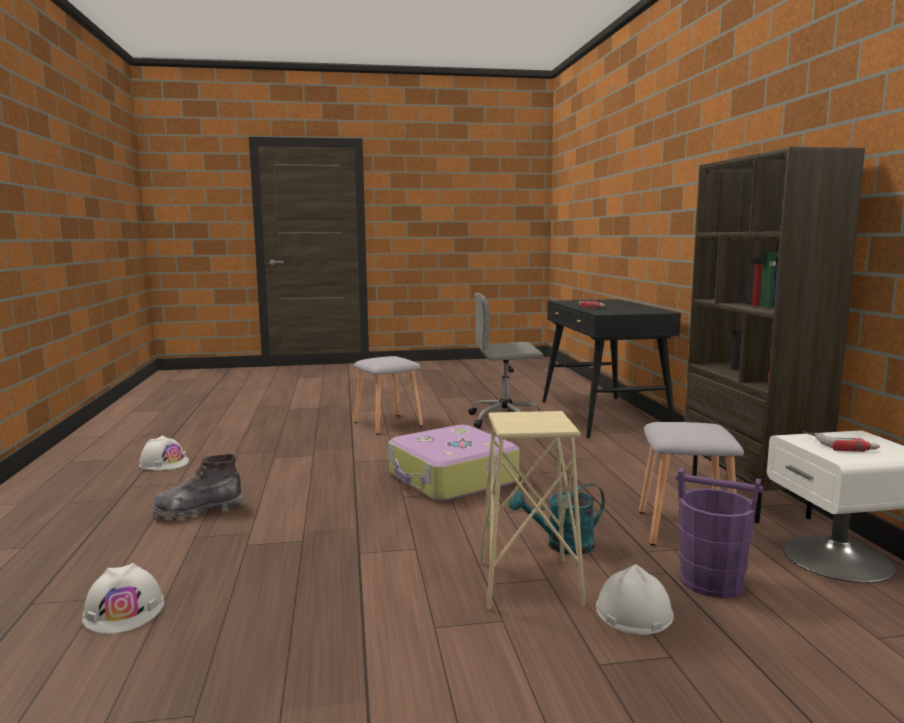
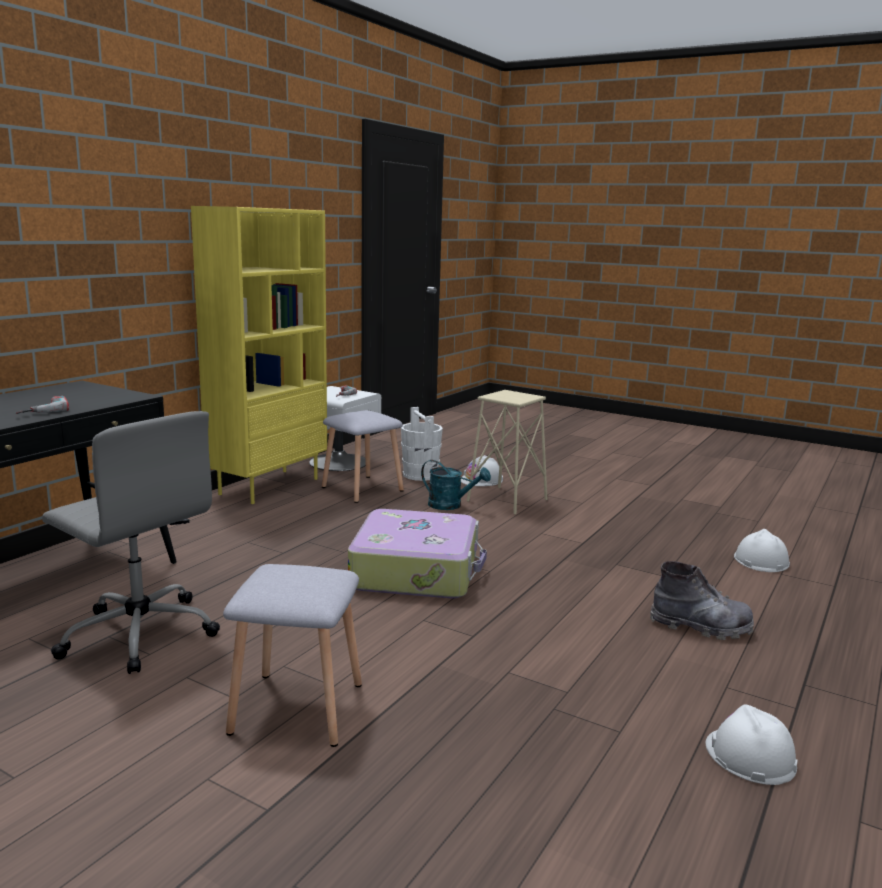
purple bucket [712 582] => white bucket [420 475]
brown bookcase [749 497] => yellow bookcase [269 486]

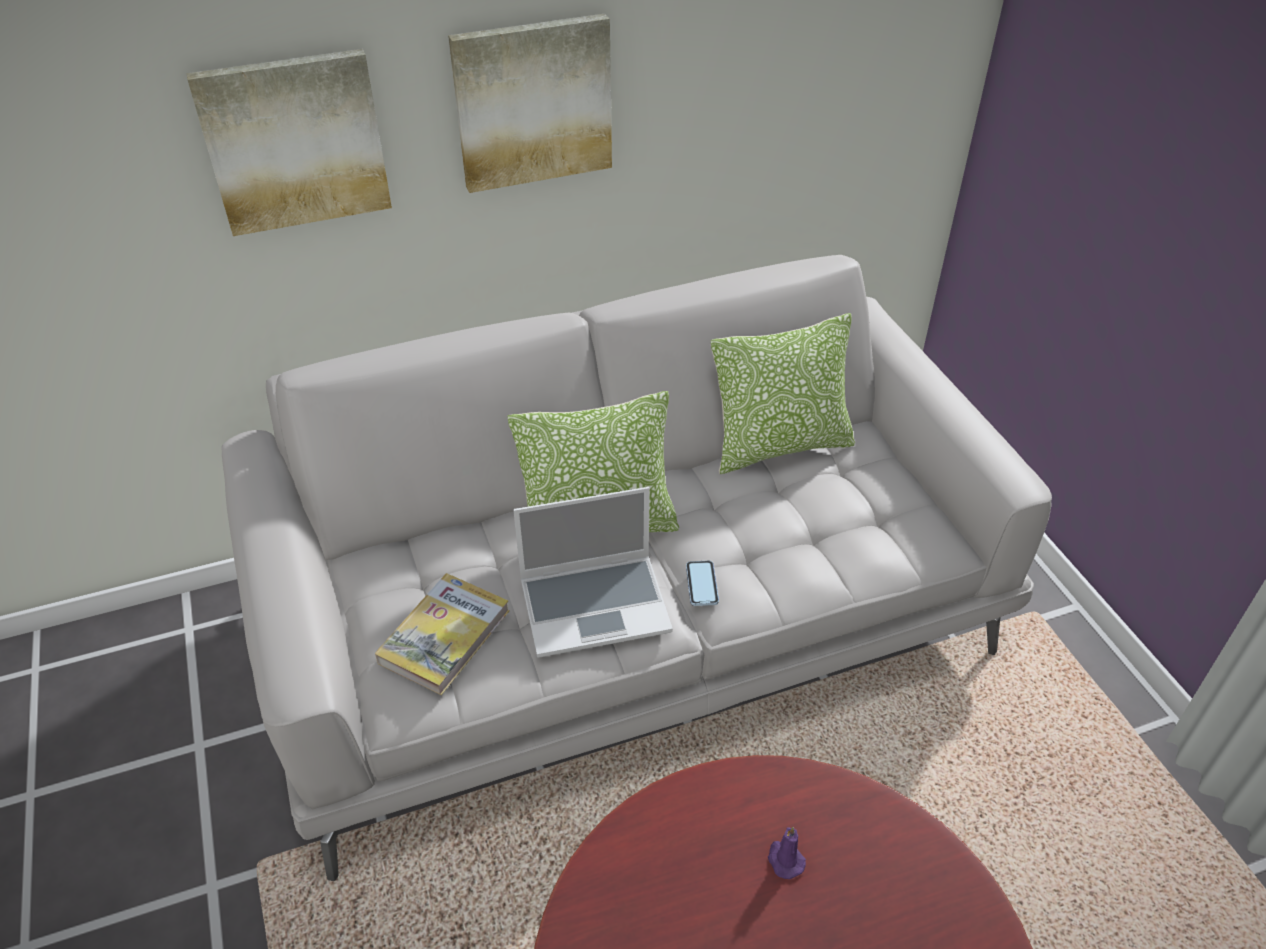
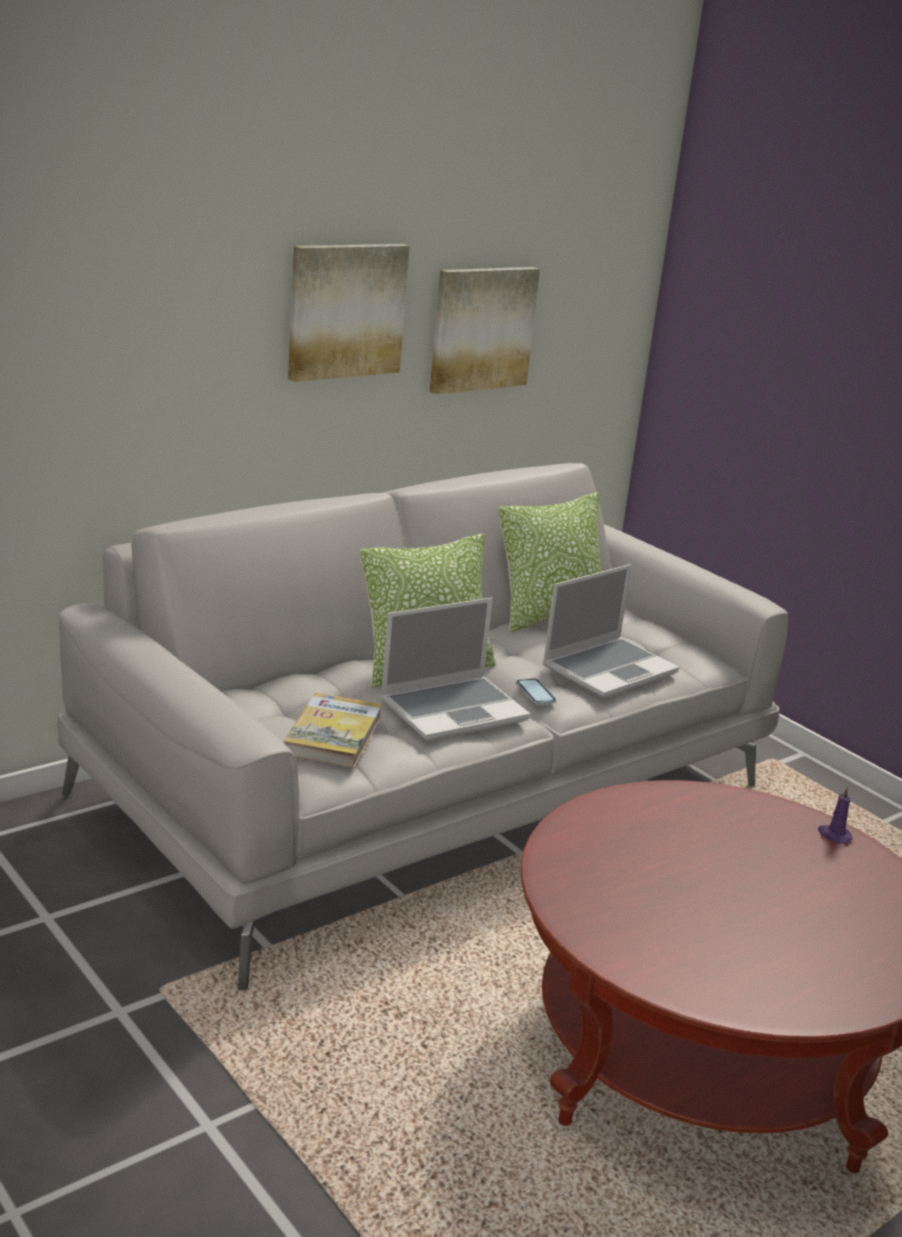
nothing => laptop [609 669]
picture [294 141] => picture [481 328], moved
purple candle [784 859] => purple candle [833 835], moved

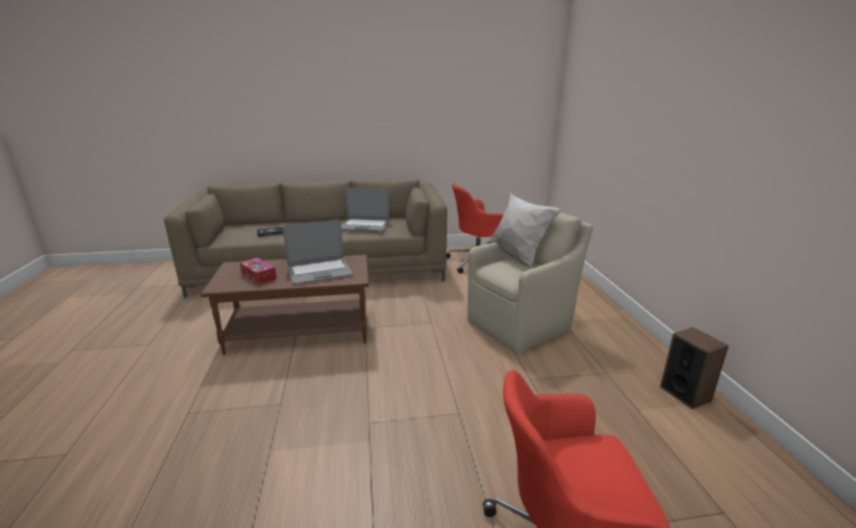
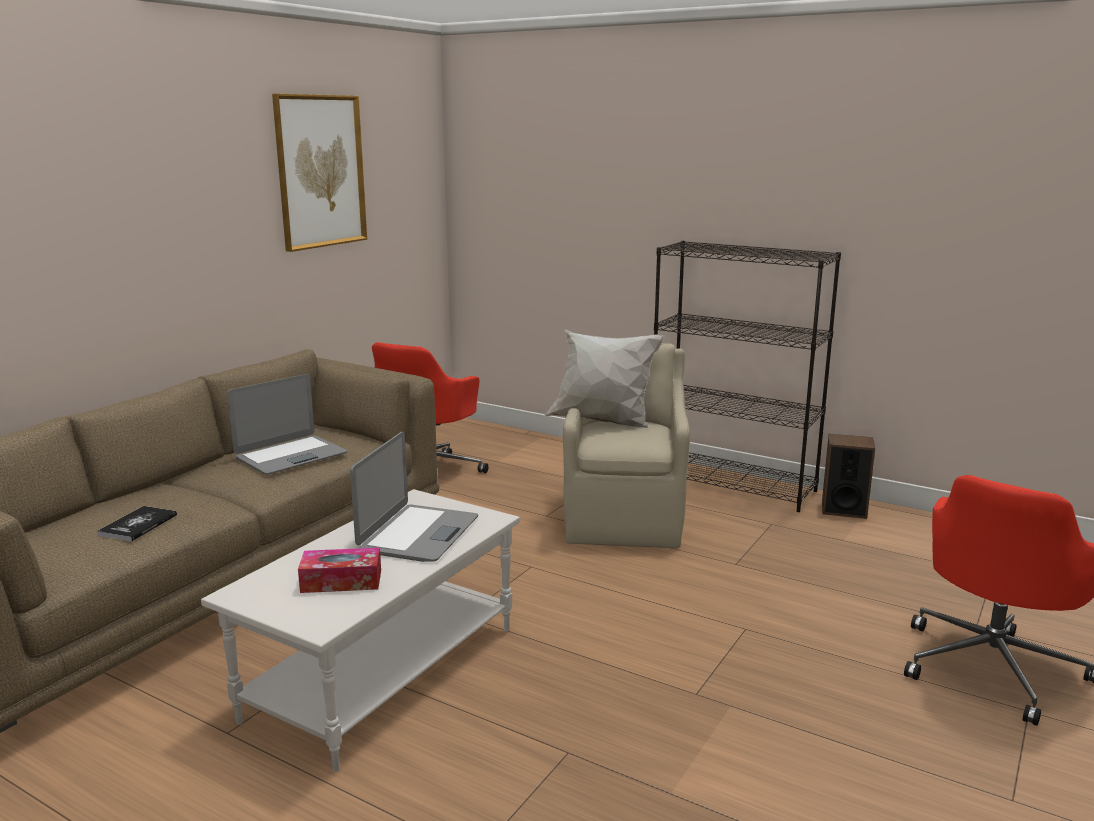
nothing => picture [320 171]
nothing => black bookcase [732 485]
brown coffee table [300 331] => white coffee table [382 672]

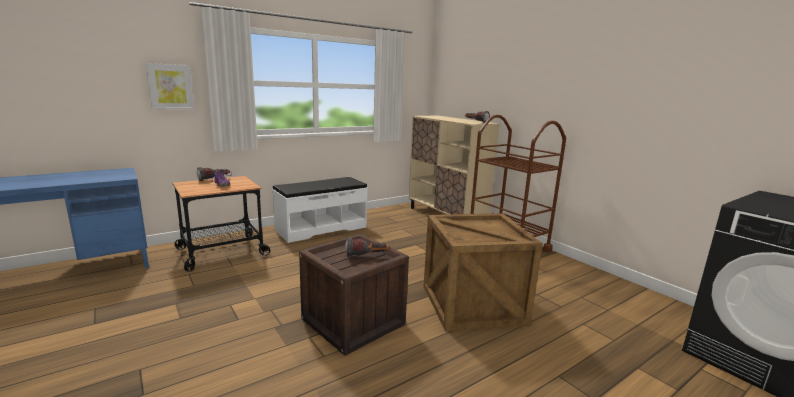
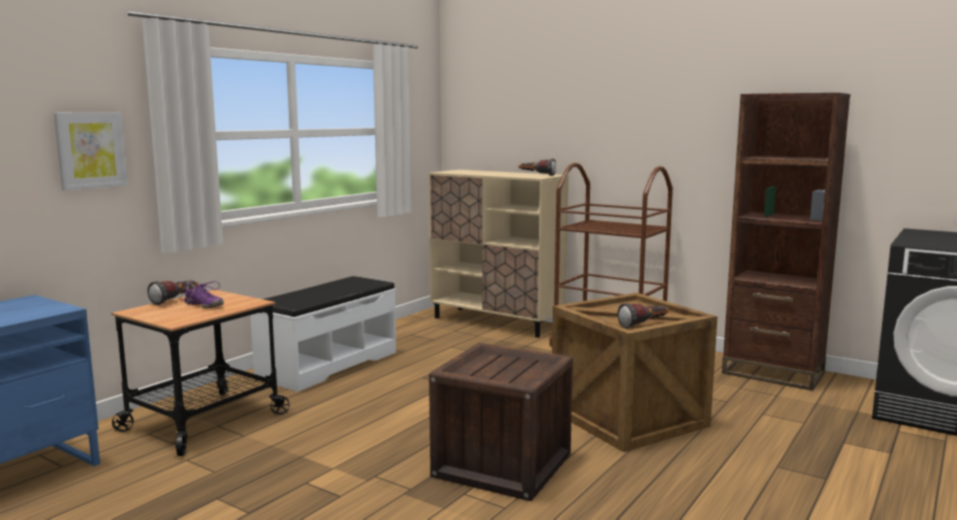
nothing => brown bookcase [773 373]
flashlight [367 256] => flashlight [644 325], moved

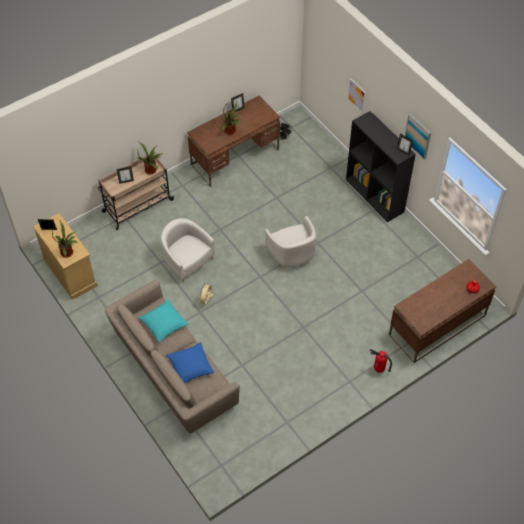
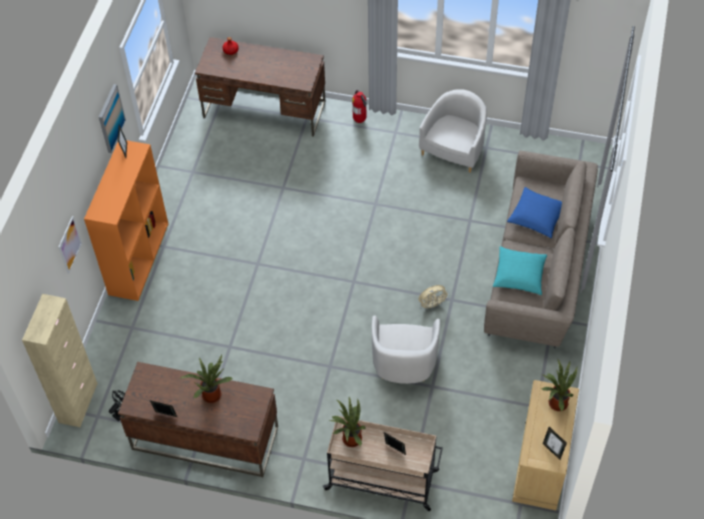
nothing => beige cabinet [78 403]
white armchair [292 254] => white armchair [454 148], moved
black bookcase [375 195] => orange bookcase [138 258]

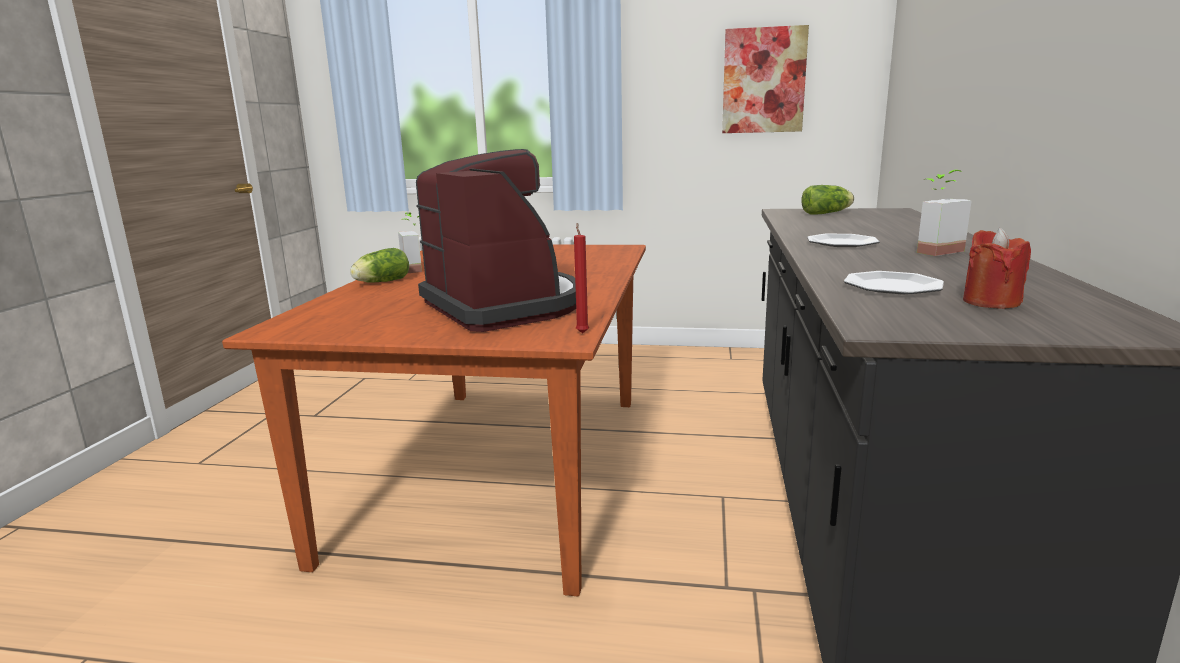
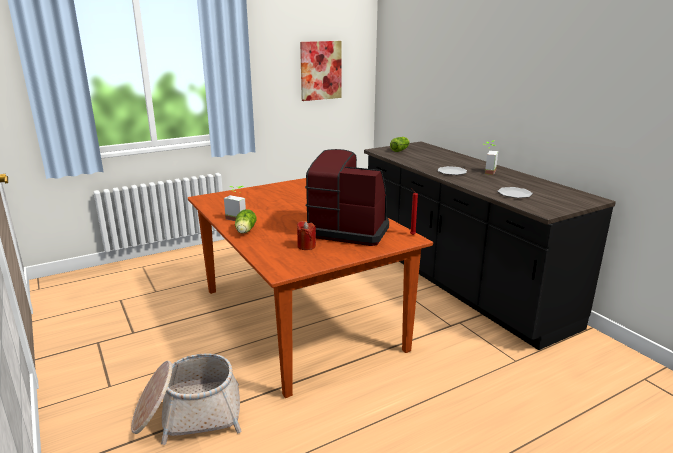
nothing => basket [189 414]
red candle [991 302] => red candle [306 246], moved

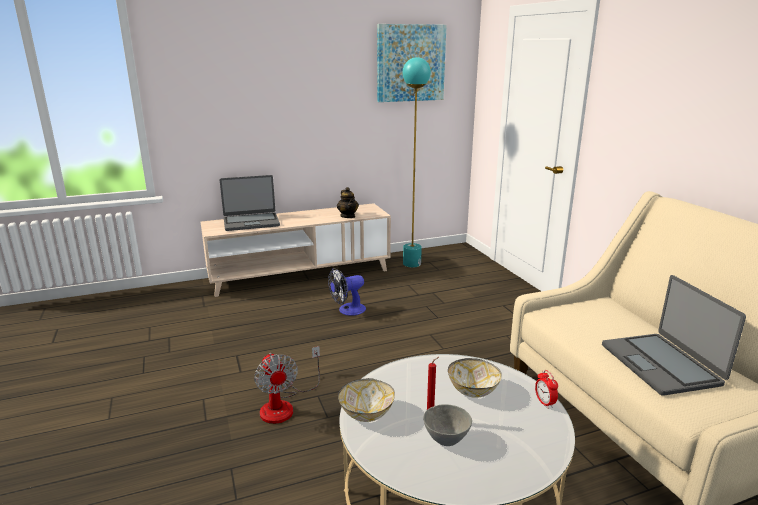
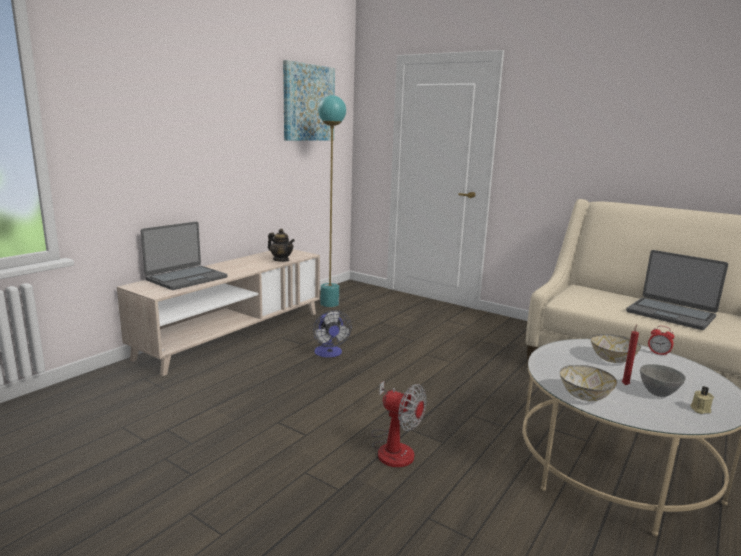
nothing => beige candle [699 409]
fan [347 310] => fan [329 353], 45 degrees counterclockwise

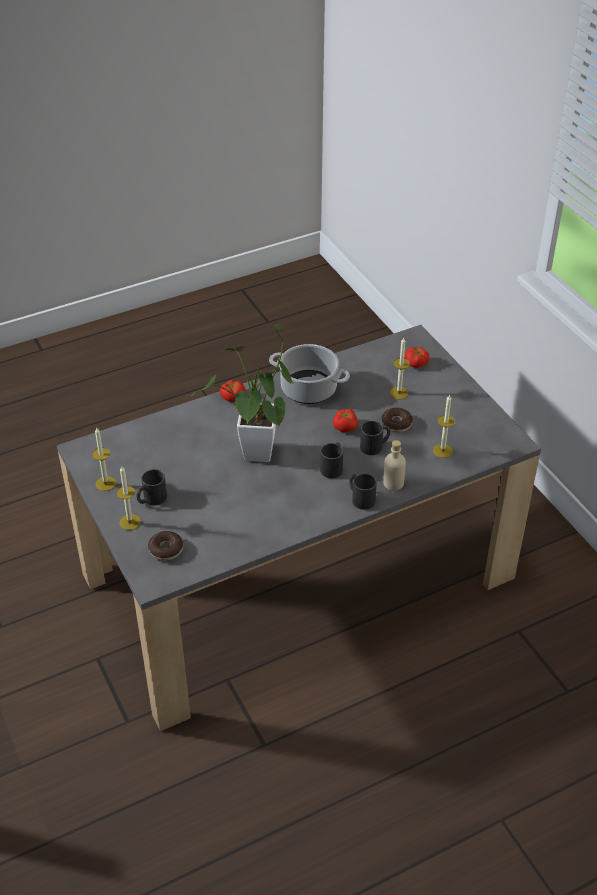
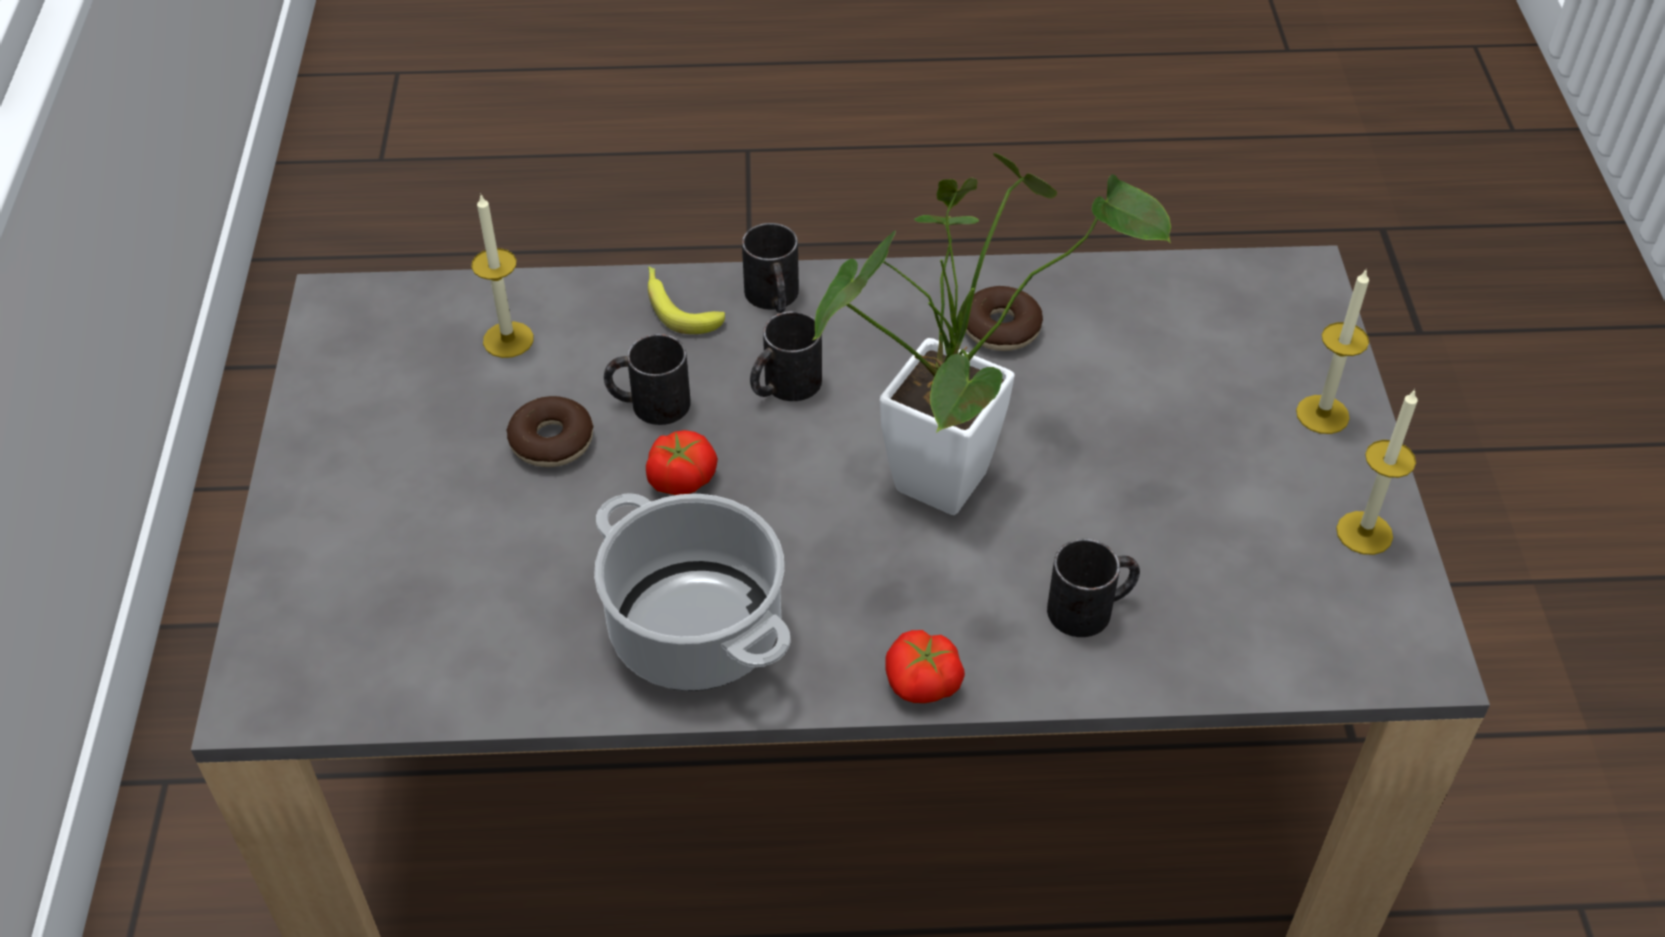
candle [399 393] => nothing
tomato [416 364] => nothing
black mug [151 499] => black mug [1092 607], moved
donut [166 549] => donut [1001 328], moved
beige bottle [393 483] => banana [678 306]

